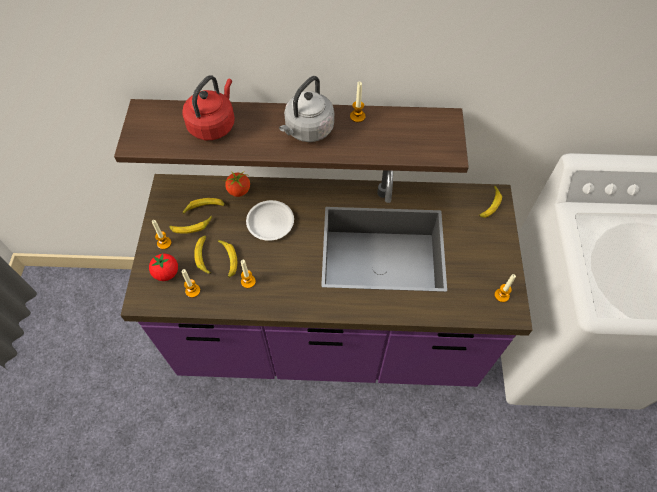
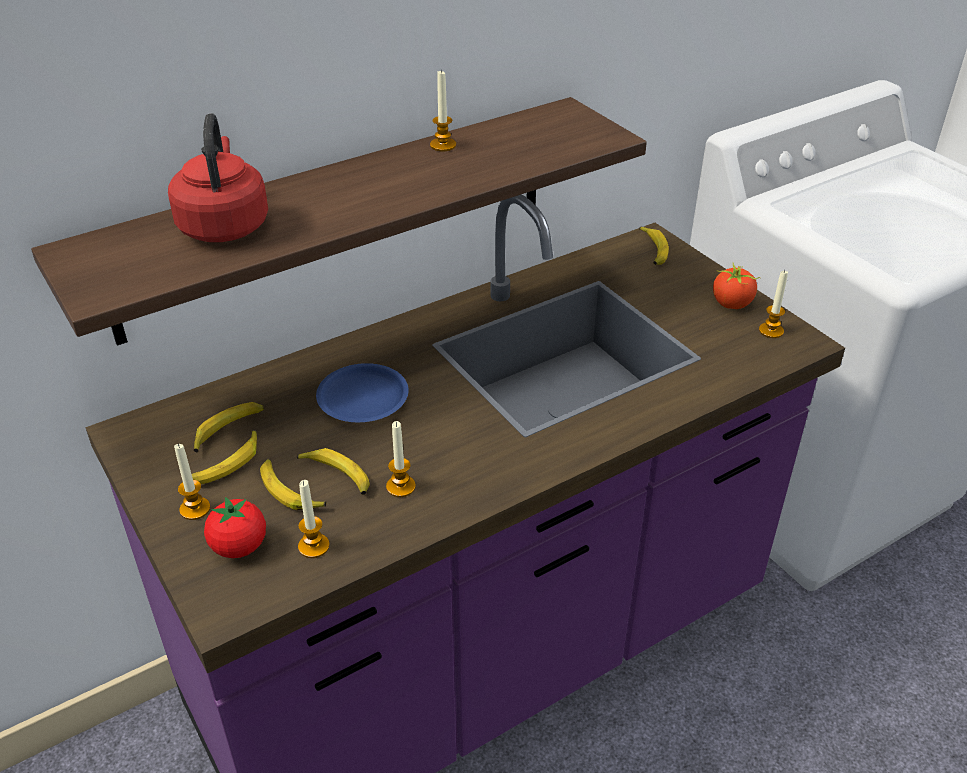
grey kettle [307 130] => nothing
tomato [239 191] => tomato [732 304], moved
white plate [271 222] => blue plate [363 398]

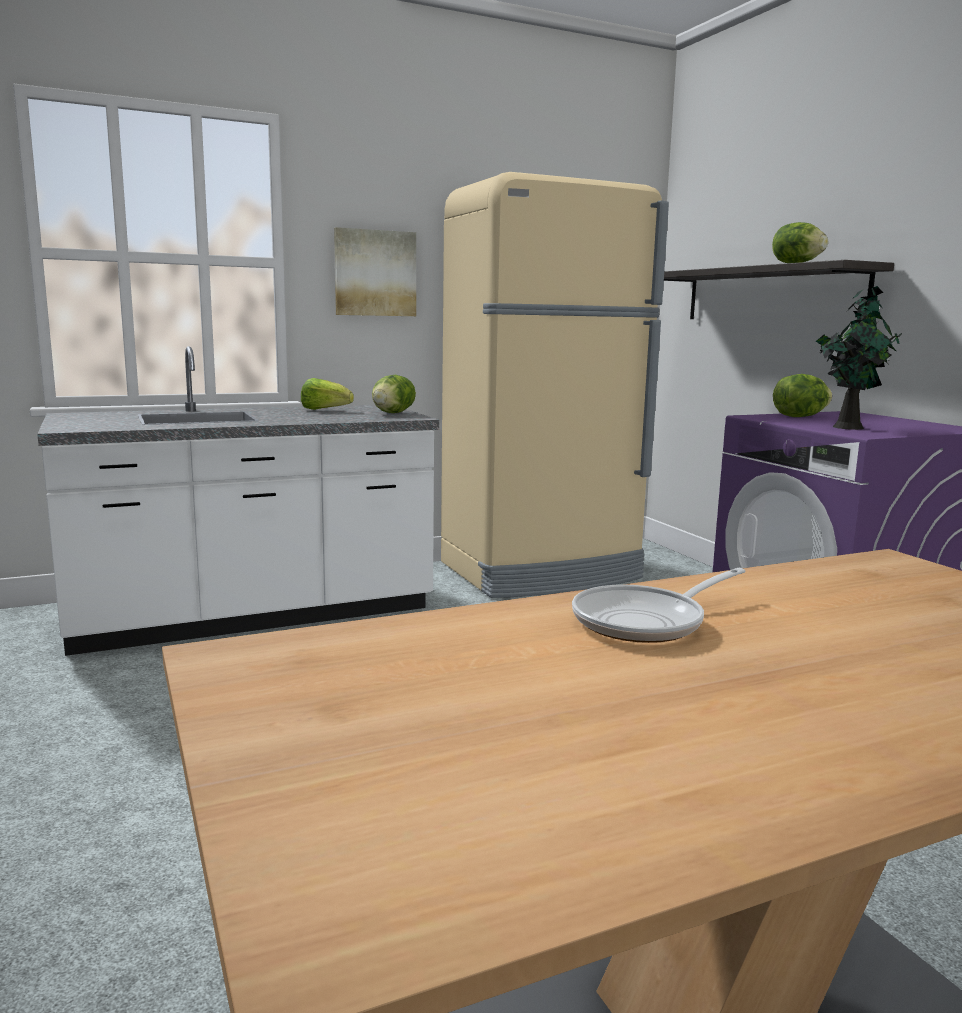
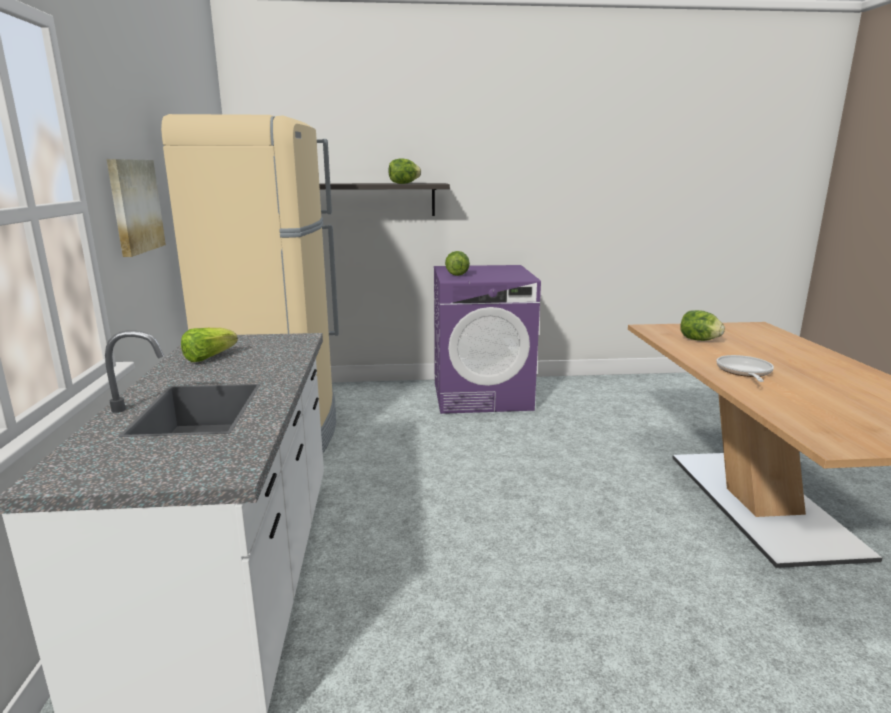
potted plant [848 427] => nothing
lettuce [392 413] => lettuce [699 340], moved
frying pan [646 621] => frying pan [744 372], 150 degrees counterclockwise

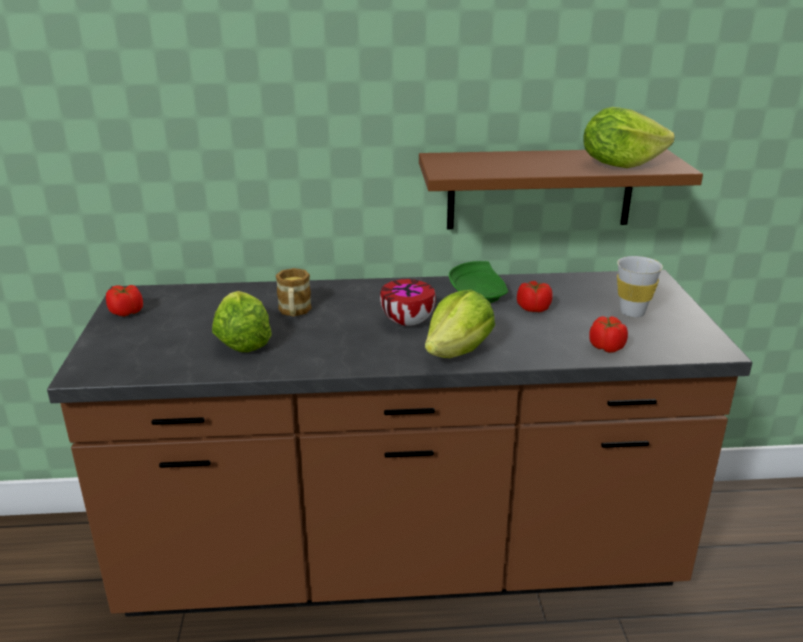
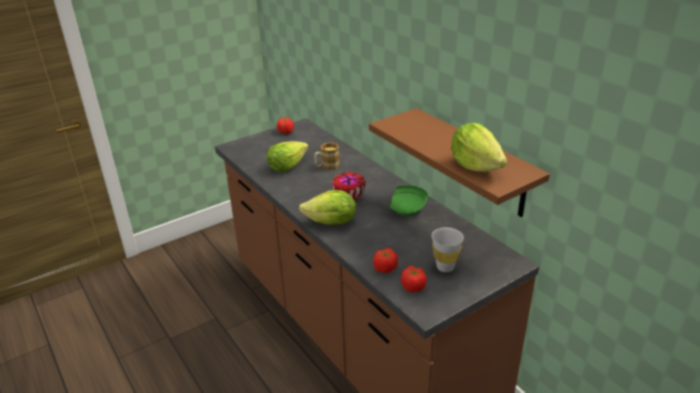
tomato [533 308] => tomato [413 287], moved

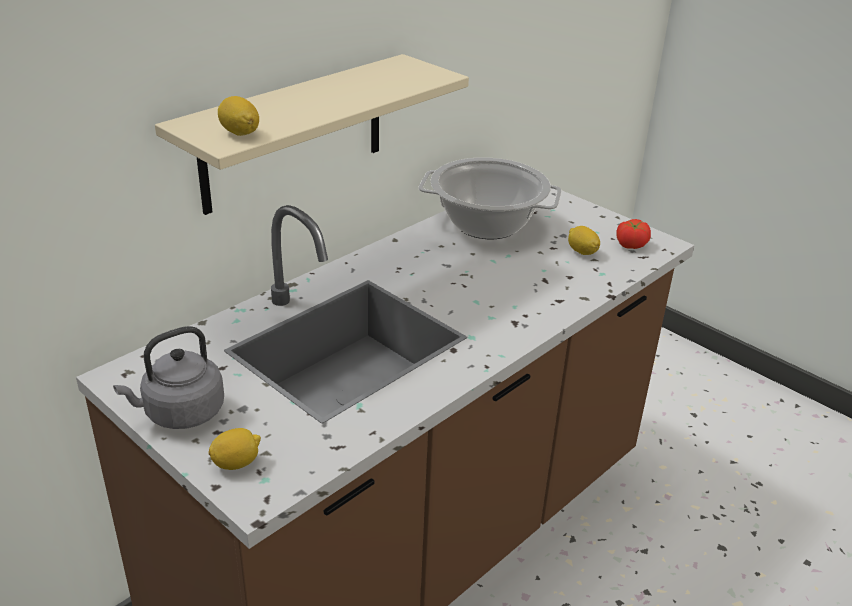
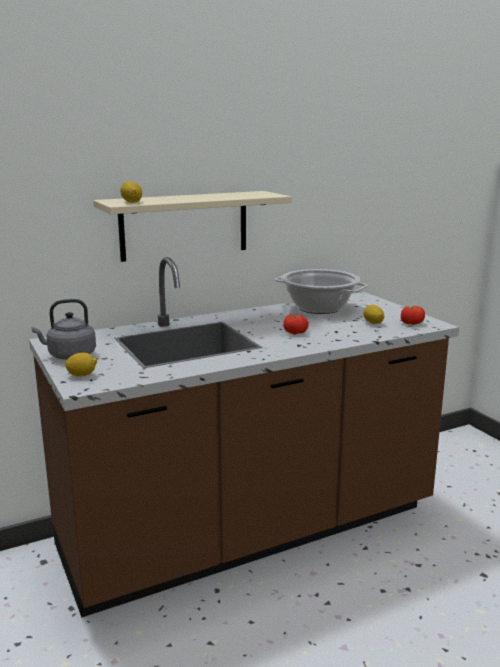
nothing => tomato [295 332]

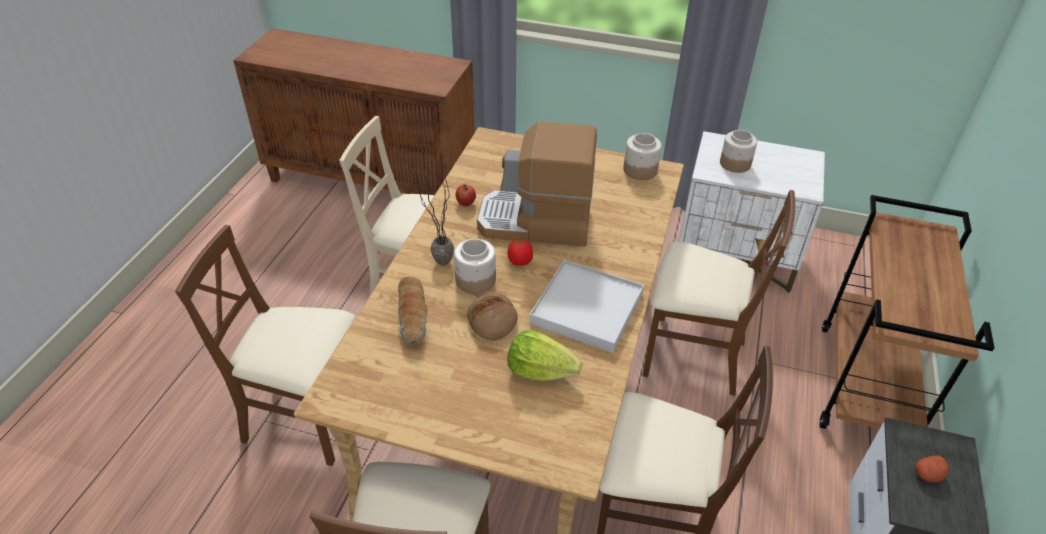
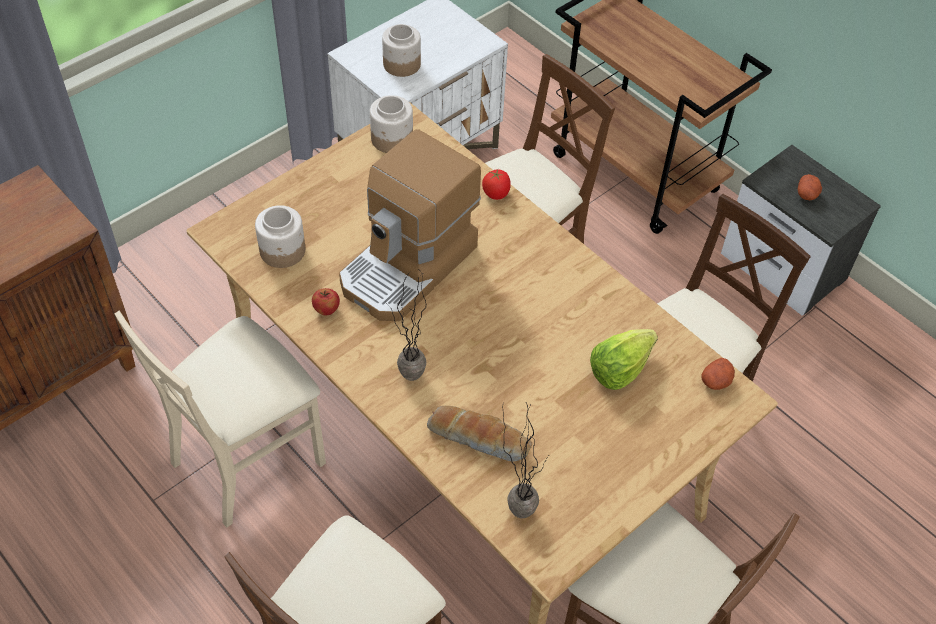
bread [492 321] => nothing
white tray [587 308] => nothing
nothing => potted plant [517 503]
nothing => potato [716 381]
jar [475 280] => jar [283 251], moved
tomato [520 261] => tomato [496 194], moved

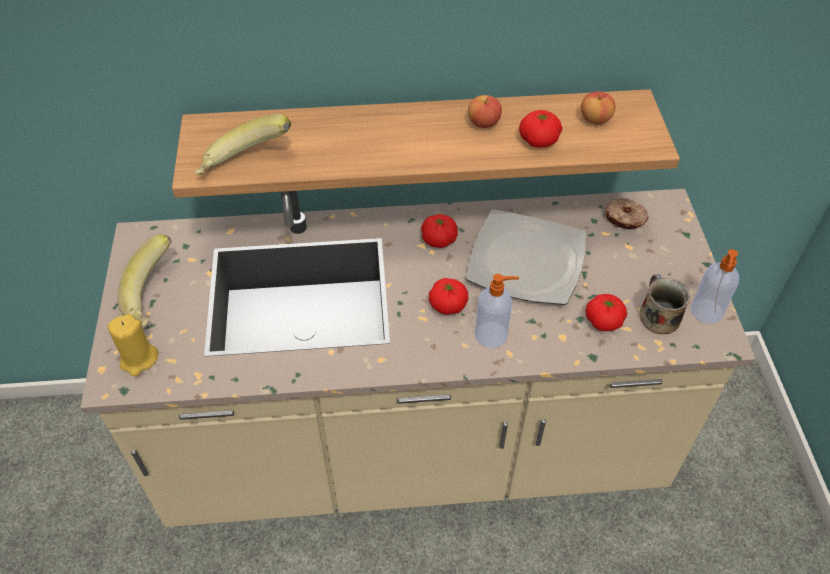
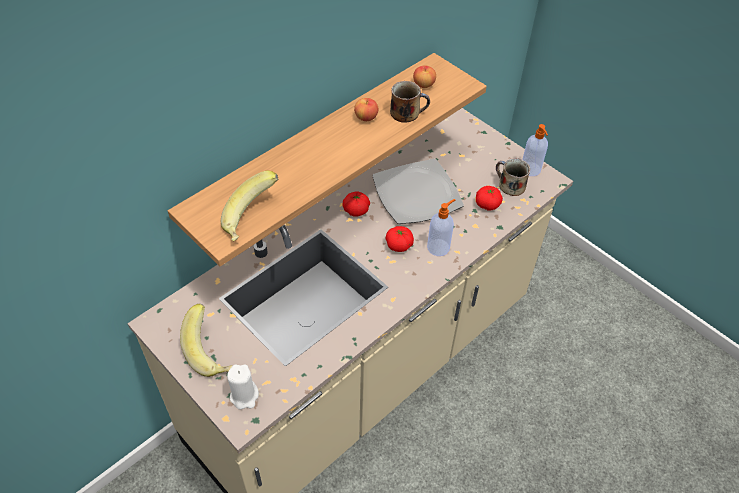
donut [624 219] => nothing
tomato [538 140] => mug [406 112]
yellow candle [138 359] => white candle [244 396]

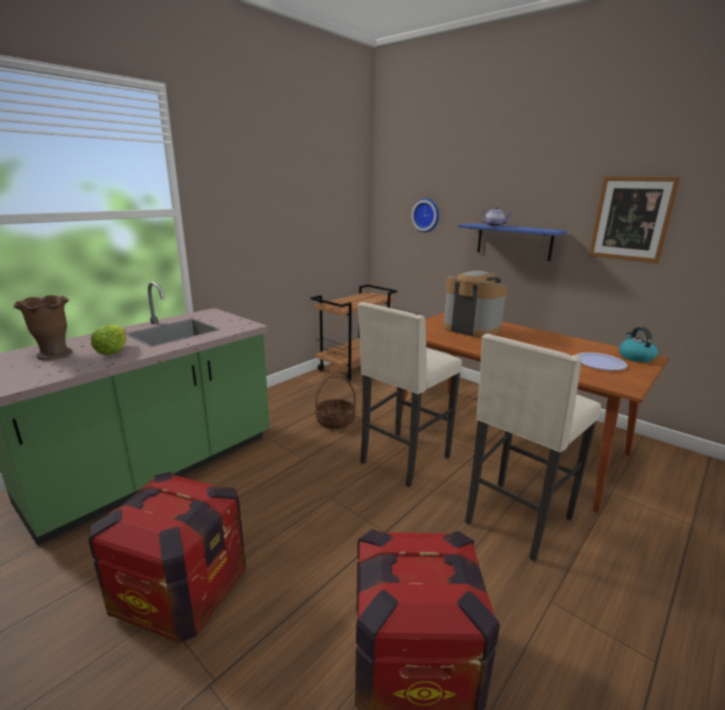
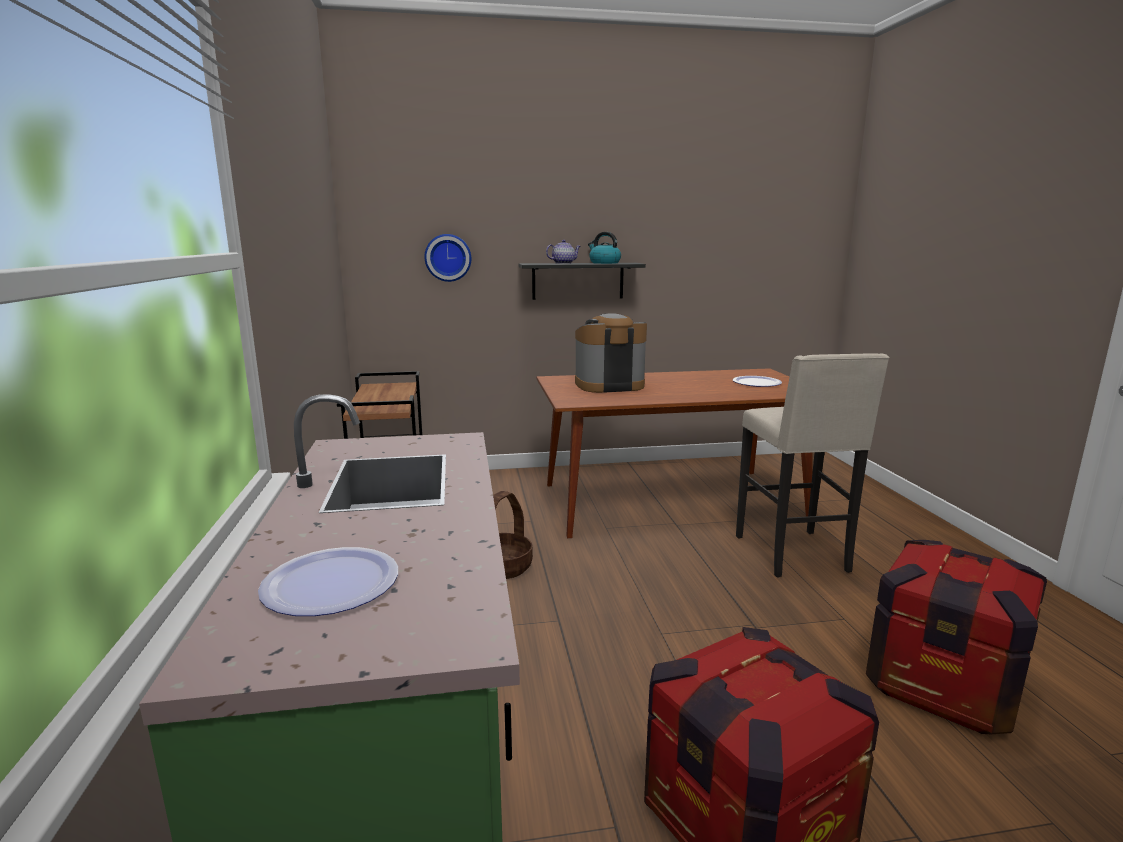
lettuce [112 351] => nothing
beige stool [403 460] => nothing
picture [631 219] => nothing
kettle [635 357] => kettle [604 263], moved
brown vase [54 354] => plate [331 583]
blue shelf [514 241] => black shelf [578 281]

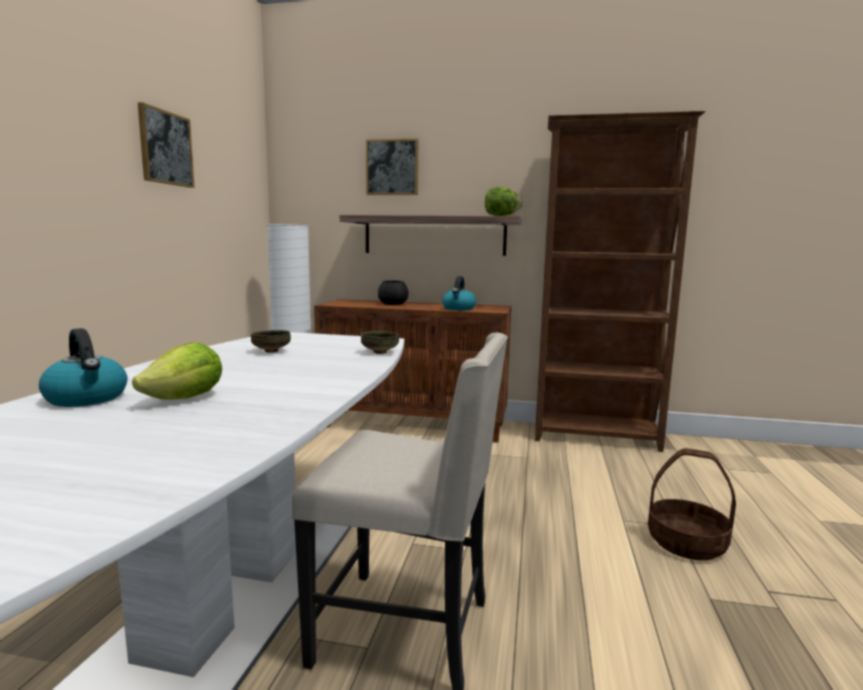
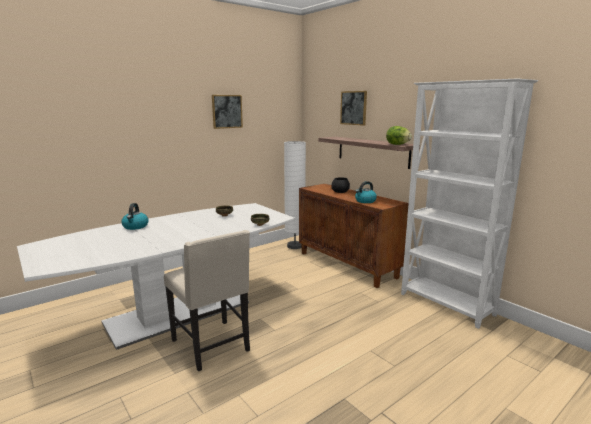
lettuce [186 399] => nothing
basket [687 542] => nothing
brown bookcase [596 438] => white bookcase [446 305]

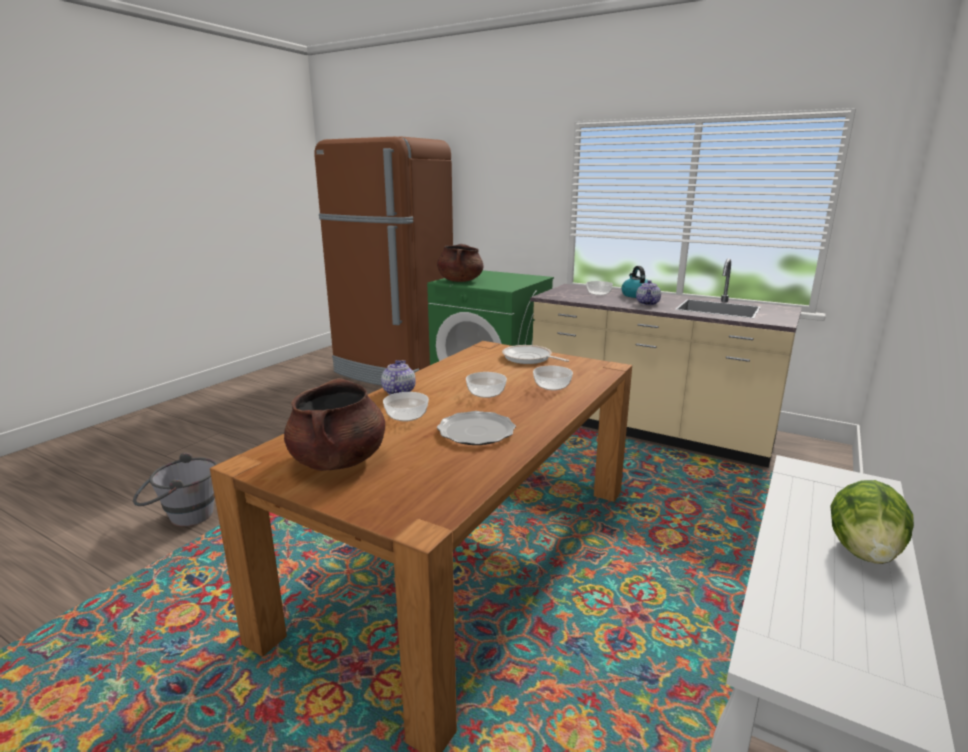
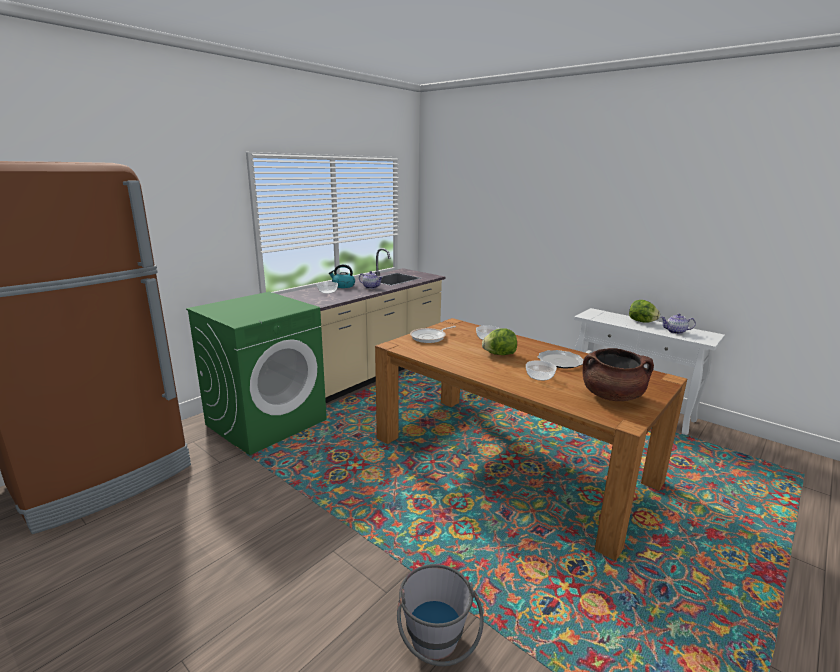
brown cooking pot [460 281] => nothing
teapot [398 391] => teapot [675 332], moved
bowl [485 393] => lettuce [499 354]

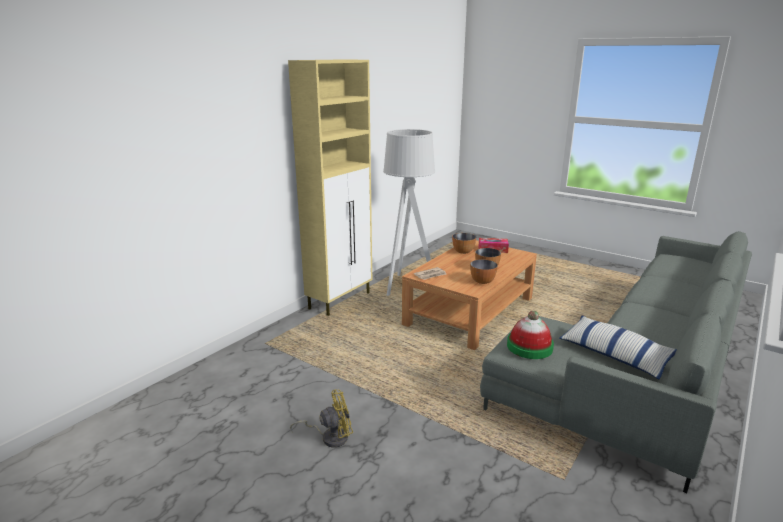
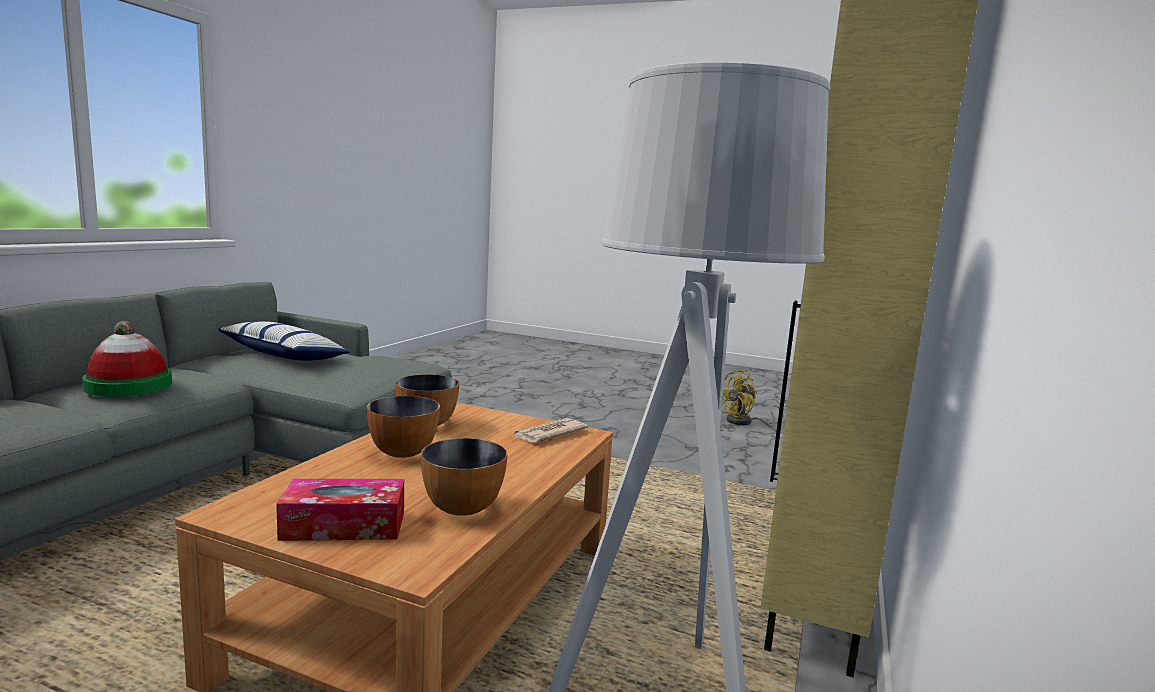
yellow fan [330 437] => yellow fan [745 422], moved
hat [529 346] => hat [129 386], moved

